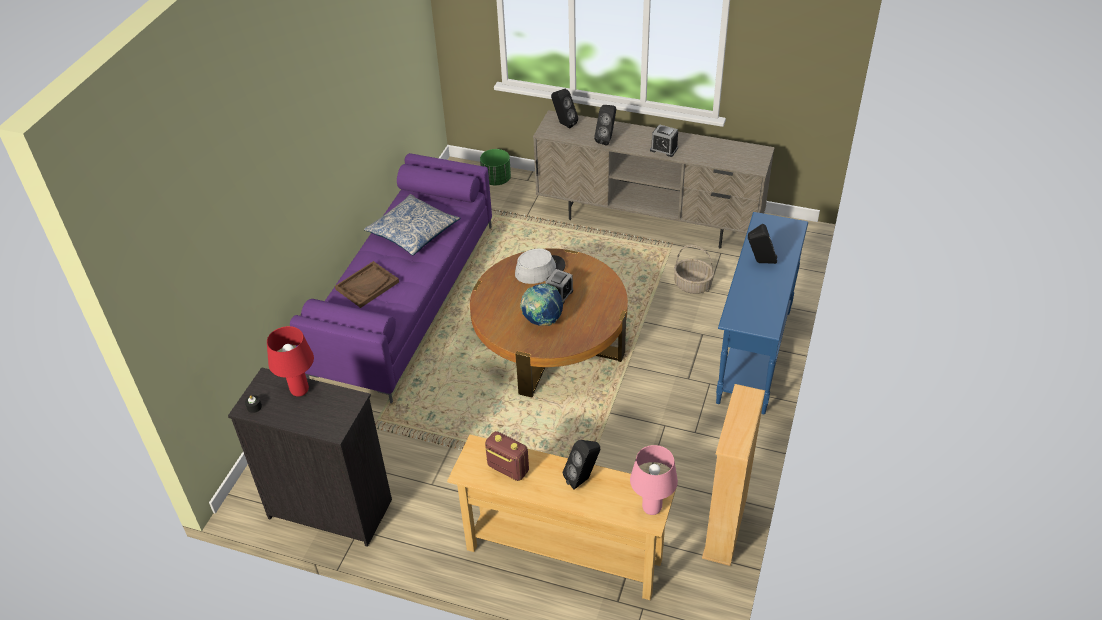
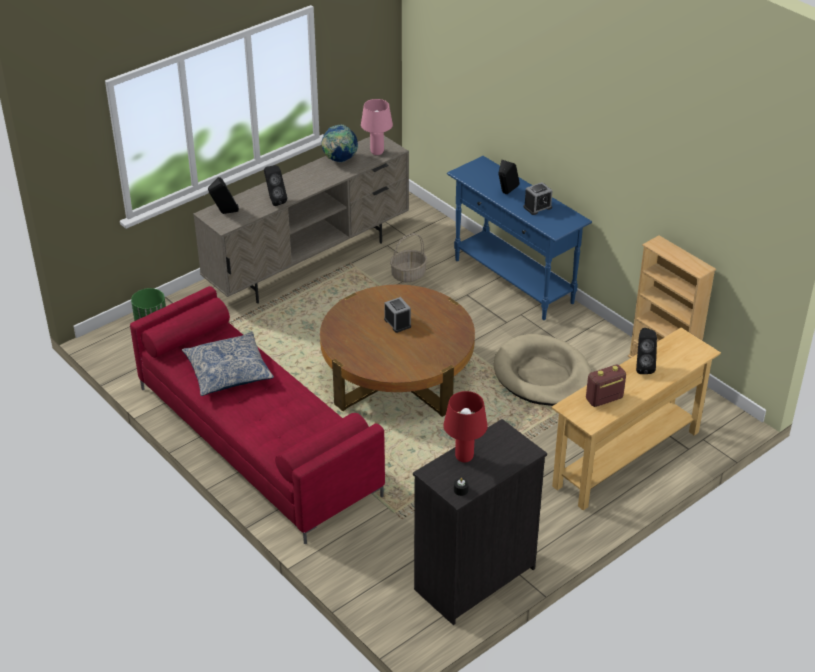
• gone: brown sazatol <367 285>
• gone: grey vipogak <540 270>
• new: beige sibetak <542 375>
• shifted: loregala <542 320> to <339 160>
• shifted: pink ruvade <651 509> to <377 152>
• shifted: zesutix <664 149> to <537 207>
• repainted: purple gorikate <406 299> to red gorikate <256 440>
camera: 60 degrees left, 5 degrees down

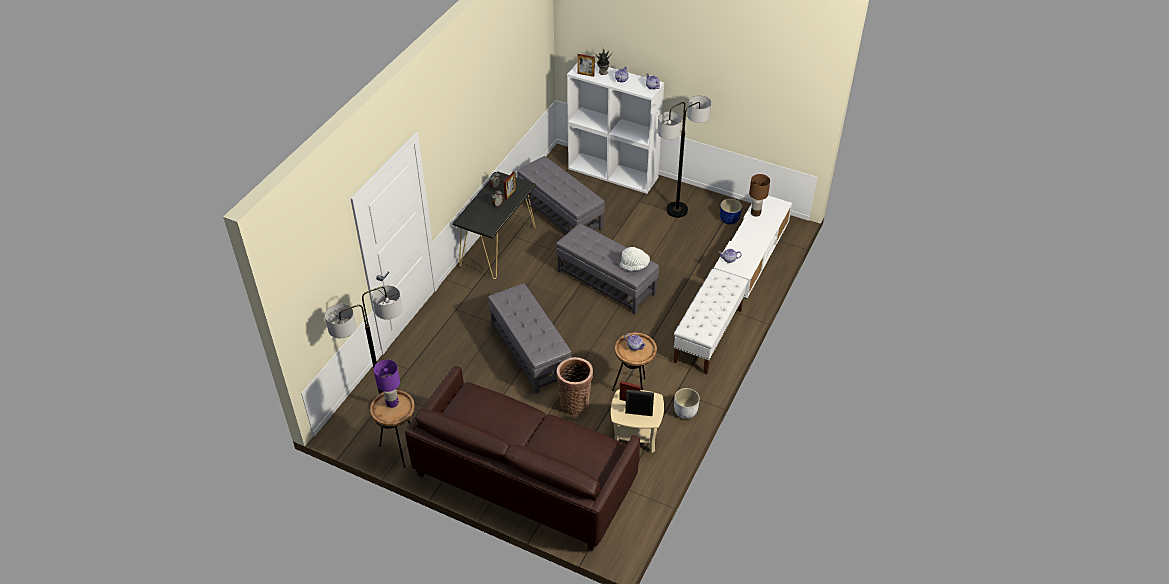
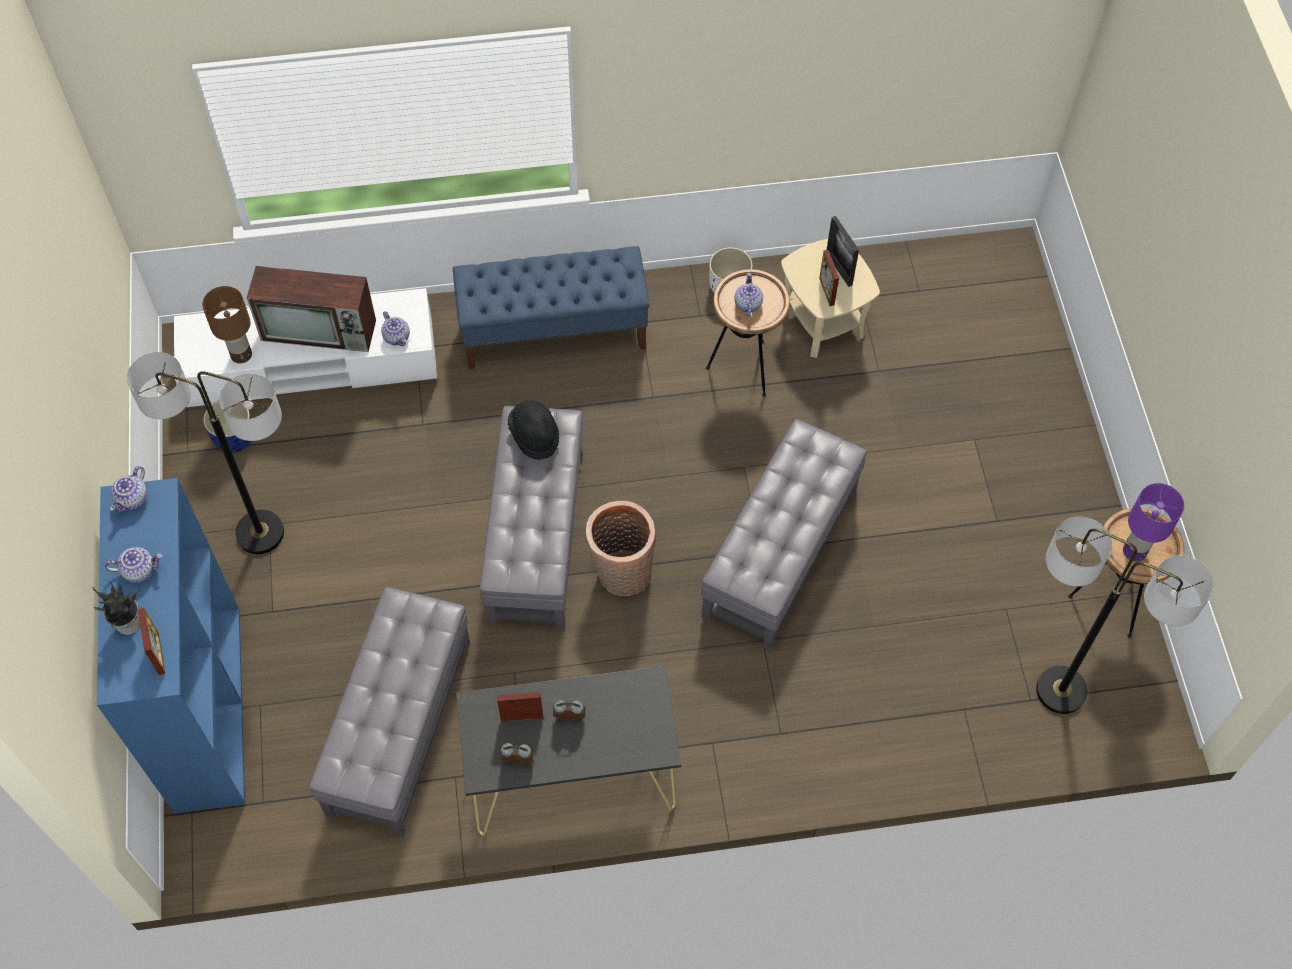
• gone: brown gorikate <524 477>
• new: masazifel <321 330>
• shifted: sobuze <575 403> to <621 575>
• repainted: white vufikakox <614 173> to blue vufikakox <206 707>
• repainted: white vipogak <635 265> to black vipogak <535 435>
• repainted: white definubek <708 336> to blue definubek <554 332>
camera: 125 degrees left, 15 degrees up

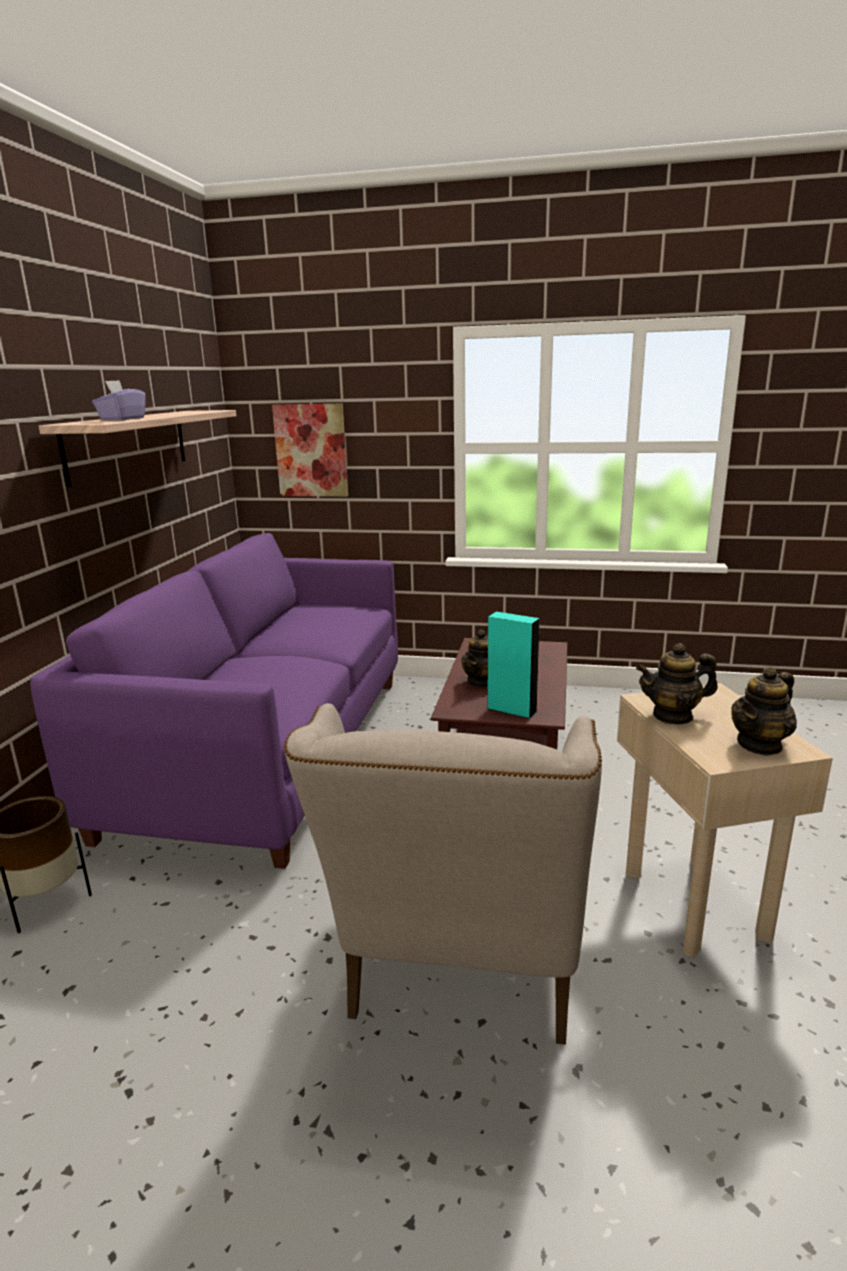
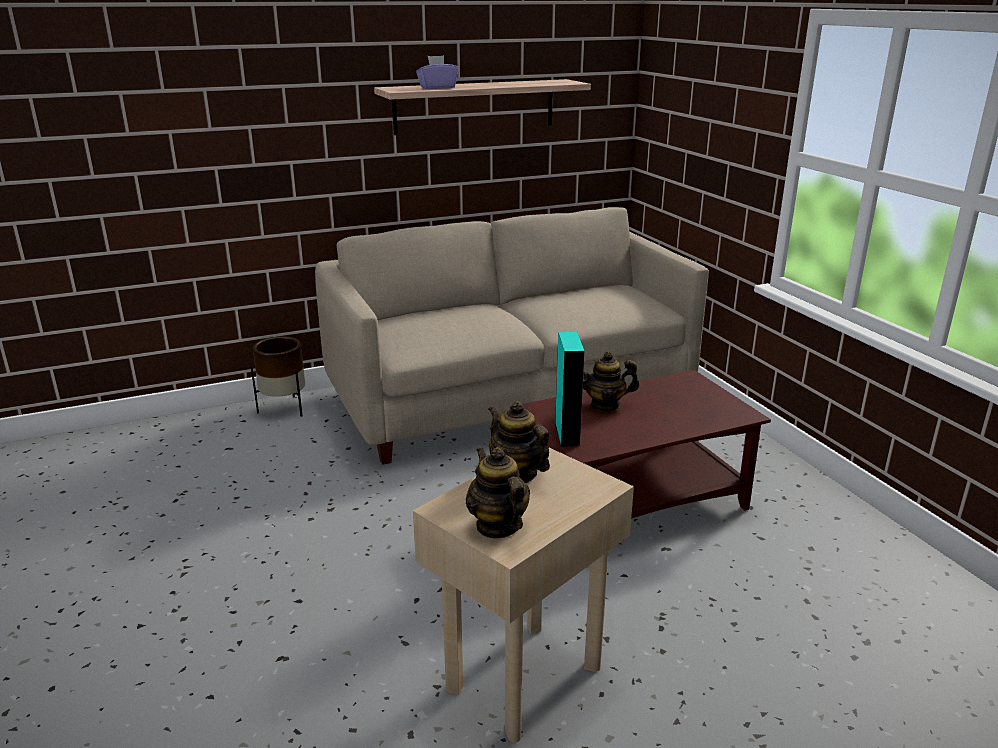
• gone: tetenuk <311 450>
• gone: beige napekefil <462 967>
• repainted: purple gorikate <268 750> to beige gorikate <510 396>
• rotated: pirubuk <760 745> = <497 526> 45 degrees clockwise
camera: 55 degrees right, 5 degrees up

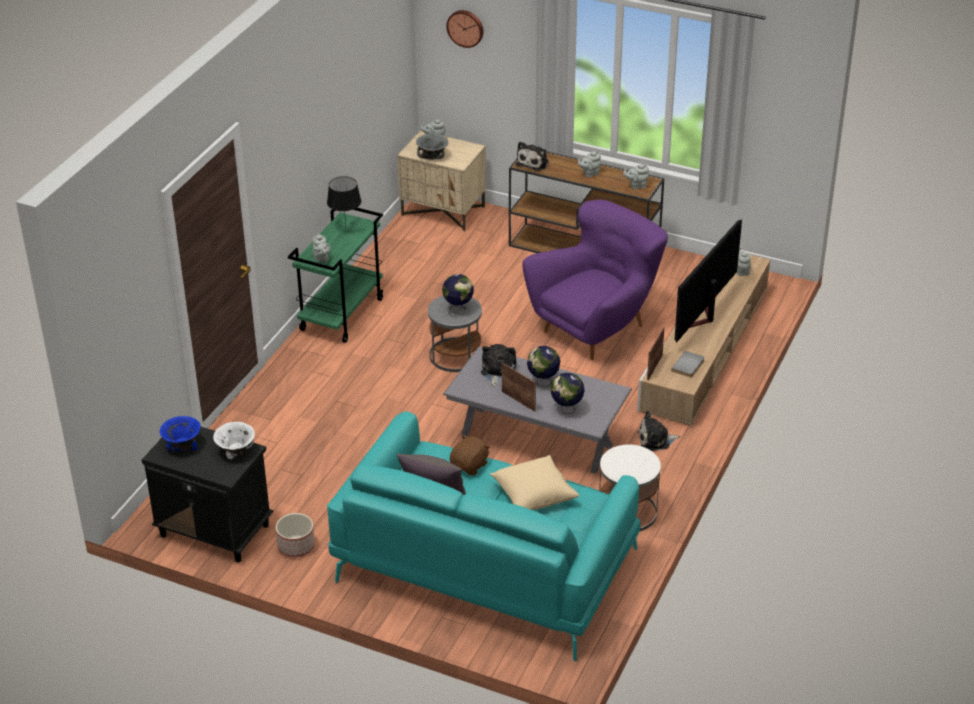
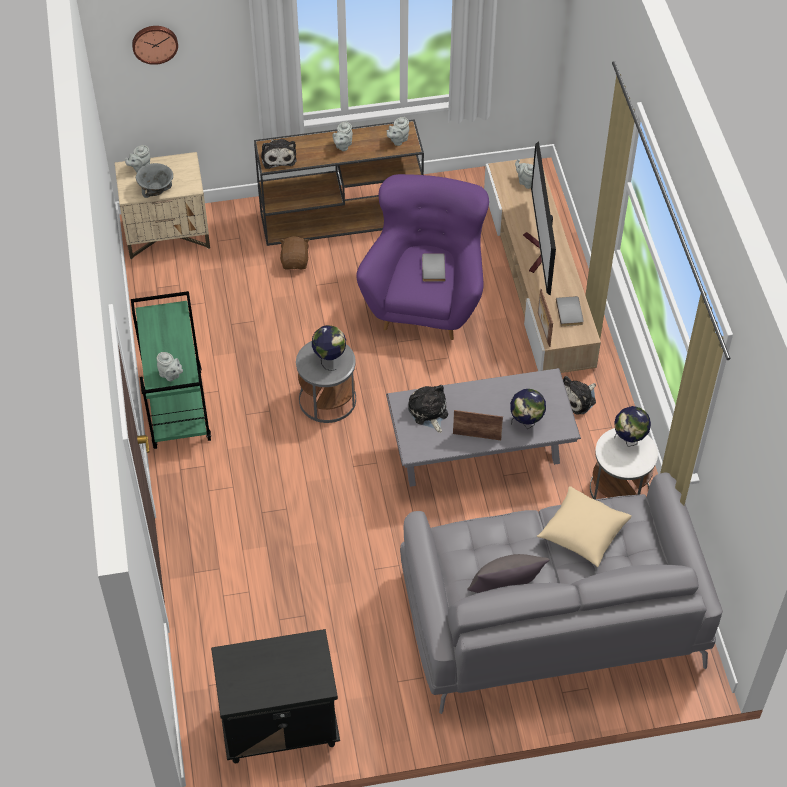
• gone: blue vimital <183 445>
• gone: white vimital <235 451>
• gone: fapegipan <295 546>
• gone: black ruvade <345 227>
• new: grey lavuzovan <432 268>
• shifted: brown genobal <470 465> to <295 261>
• shifted: loregala <543 382> to <629 440>
• repainted: turquoise gorikate <484 565> to grey gorikate <550 615>
camera: 35 degrees left, 15 degrees up

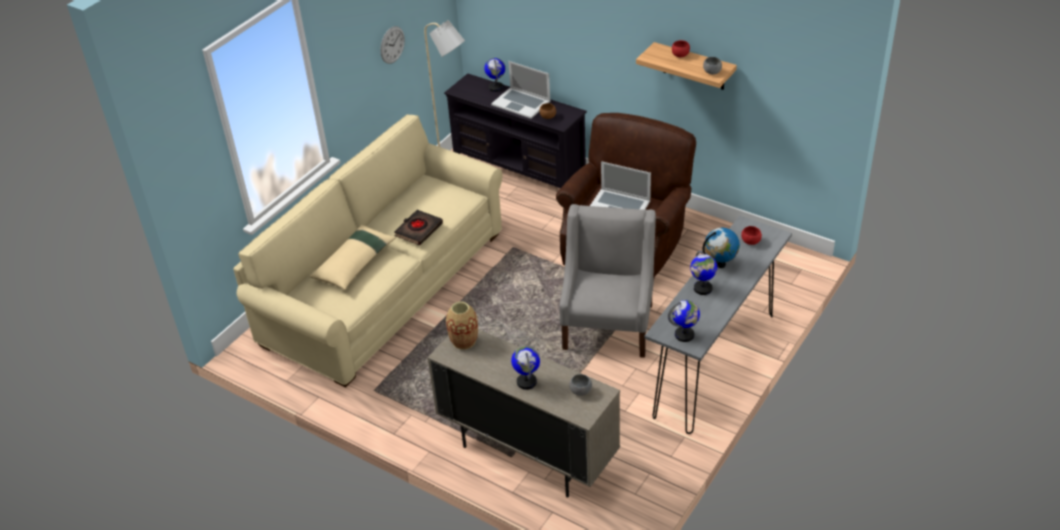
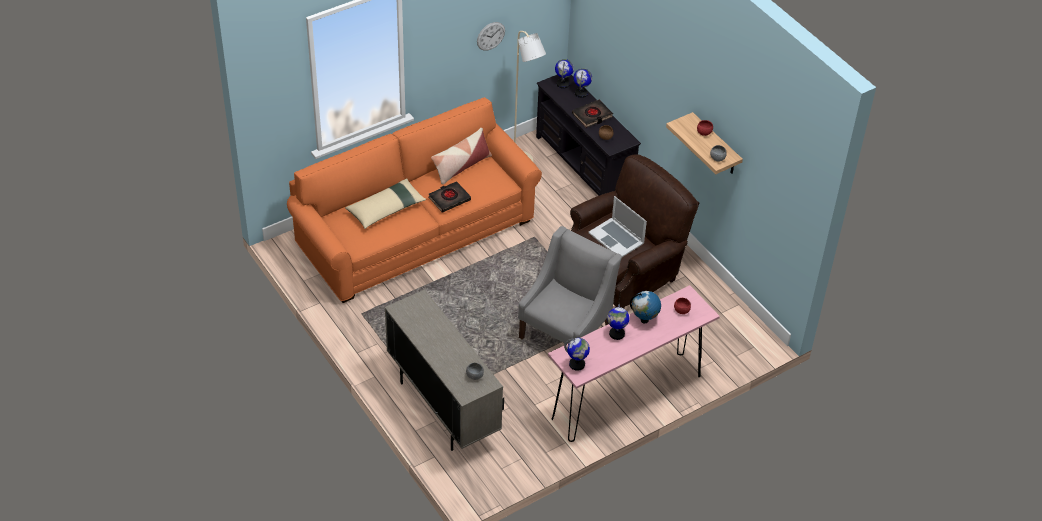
• gone: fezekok <464 341>
• new: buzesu <461 166>
• shifted: loregala <527 382> to <563 84>
• swapped: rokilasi <521 103> to black lavuzovan <592 116>
• repainted: beige gorikate <384 287> to orange gorikate <415 232>
• repainted: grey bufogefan <715 365> to pink bufogefan <627 397>
camera: 20 degrees right, 5 degrees up

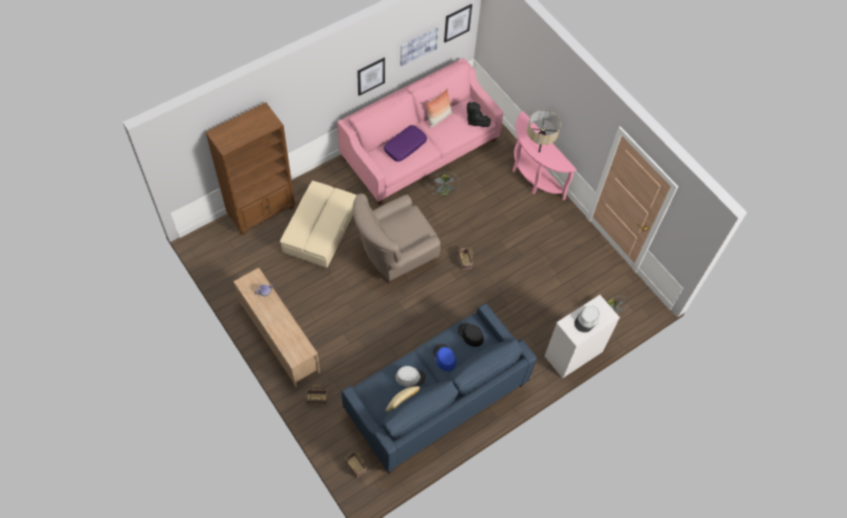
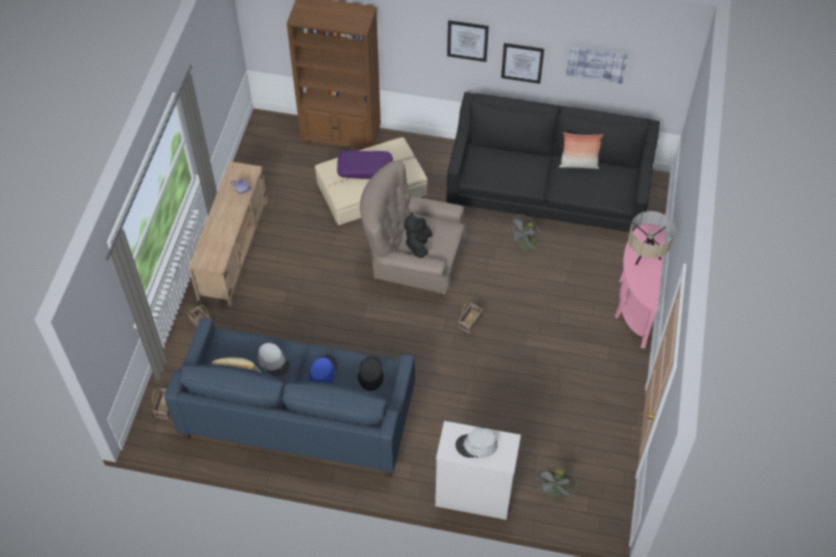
• shifted: purple buzesu <405 146> to <365 168>
• shifted: tetenuk <457 23> to <467 40>
• shifted: black genobal <475 121> to <418 244>
• repainted: pink gorikate <419 150> to black gorikate <547 192>
camera: 50 degrees right, 5 degrees down

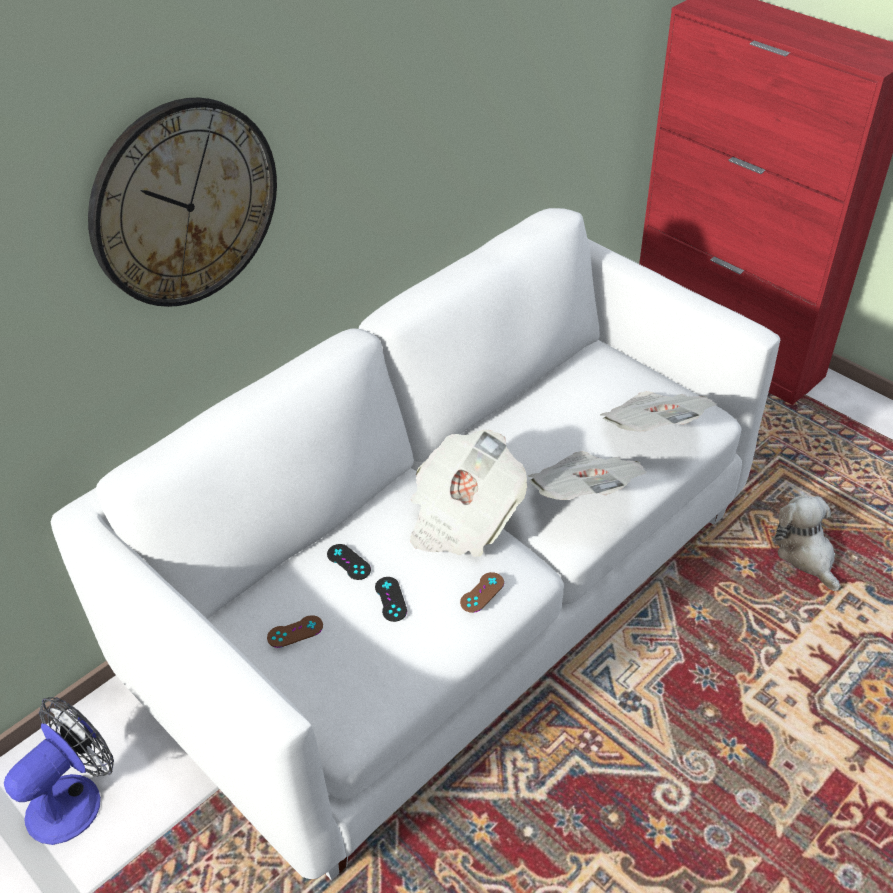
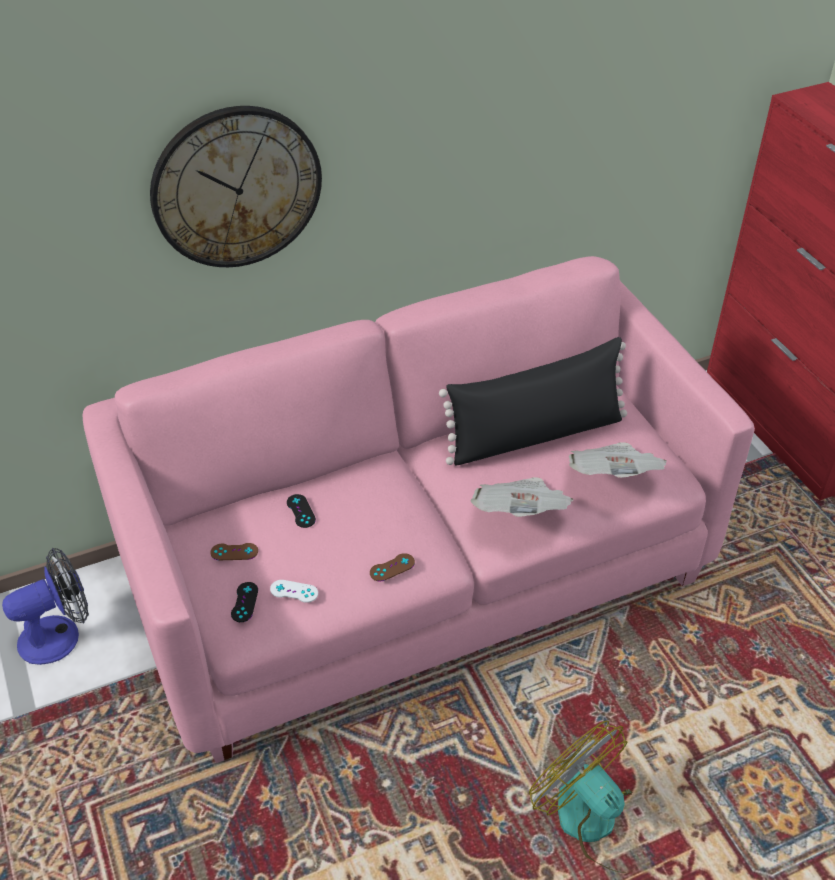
• gone: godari <462 517>
• gone: genobal <805 555>
• new: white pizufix <294 591>
• new: black buzesu <535 435>
• new: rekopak <599 820>
• shifted: black pizufix <390 599> to <244 602>
• repainted: white gorikate <451 594> to pink gorikate <419 573>
camera: 20 degrees right, 0 degrees up

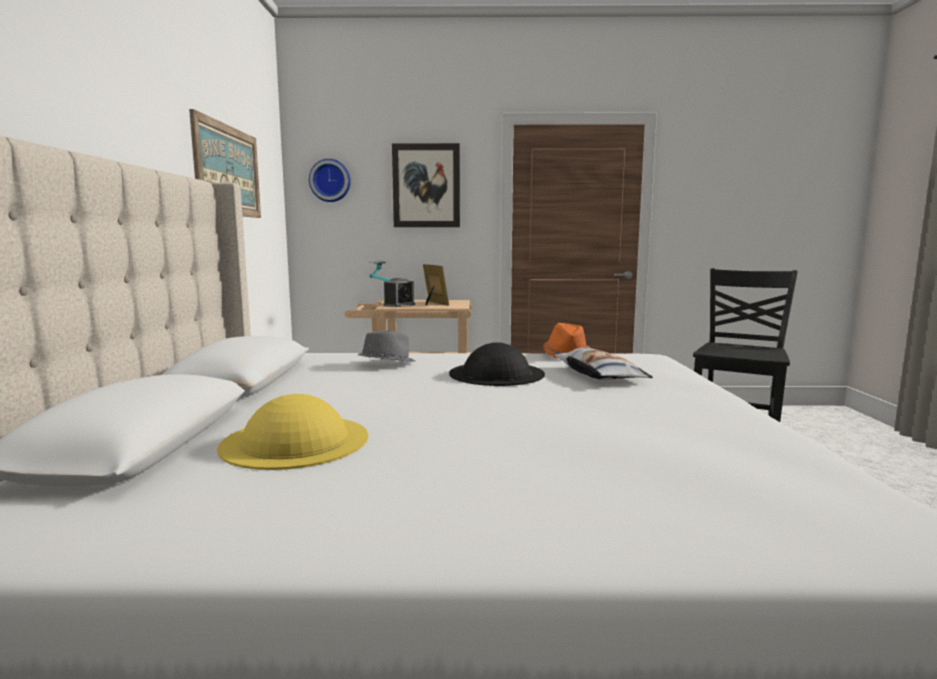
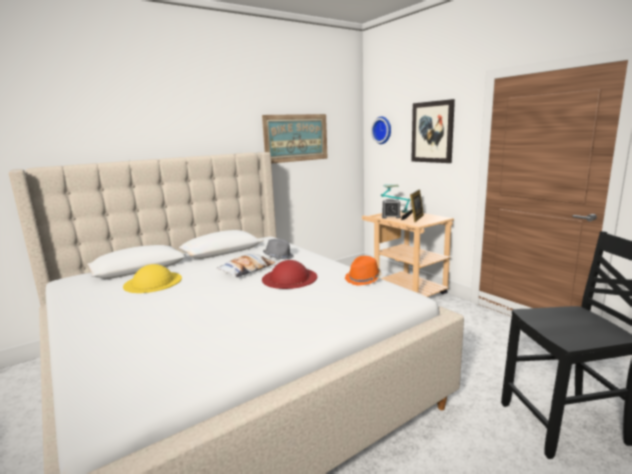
• shifted: buzesu <599 374> to <247 269>
• repainted: black vipogak <496 373> to red vipogak <289 278>
camera: 55 degrees right, 5 degrees up

